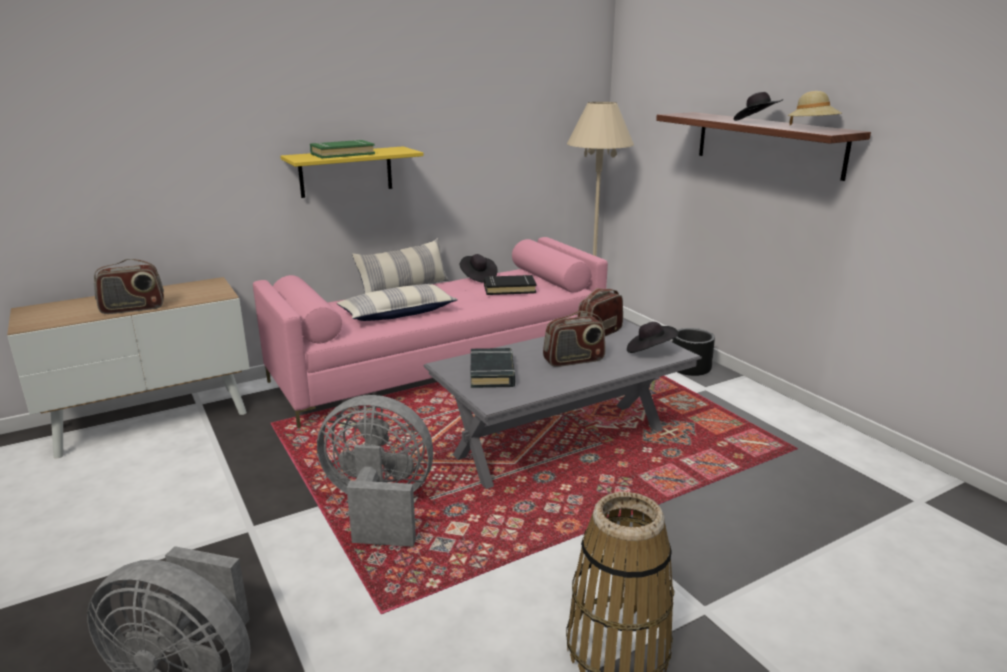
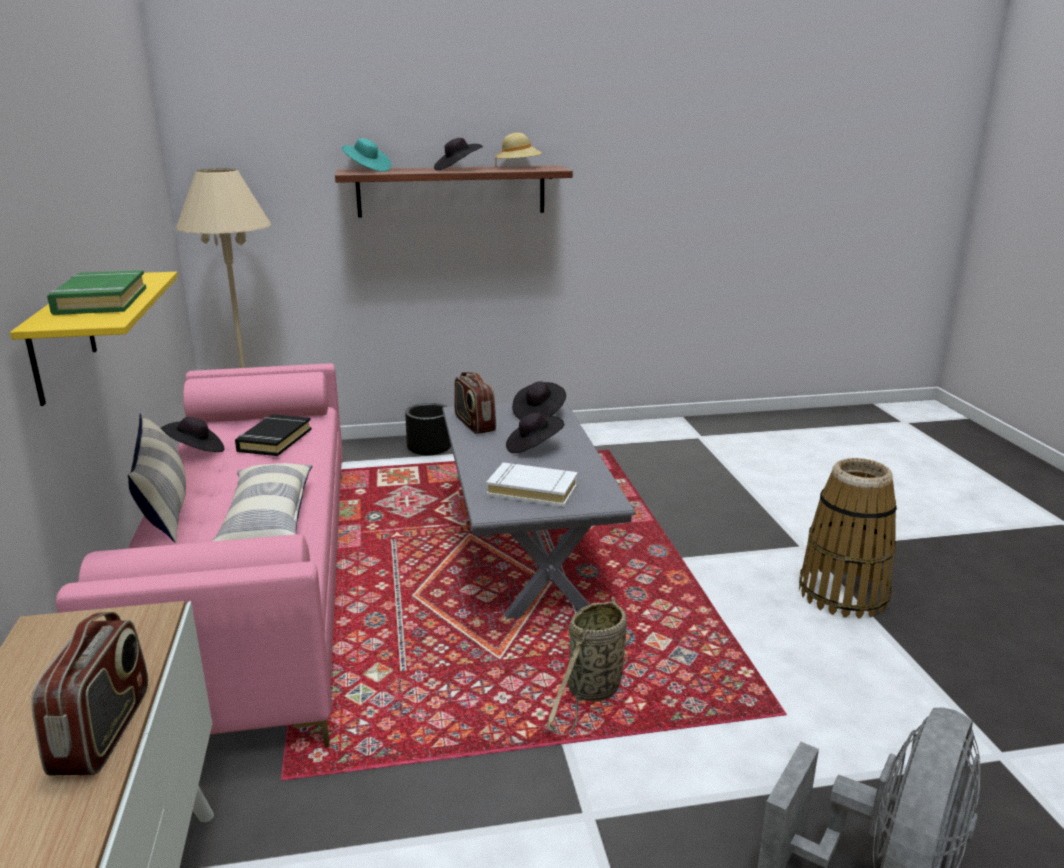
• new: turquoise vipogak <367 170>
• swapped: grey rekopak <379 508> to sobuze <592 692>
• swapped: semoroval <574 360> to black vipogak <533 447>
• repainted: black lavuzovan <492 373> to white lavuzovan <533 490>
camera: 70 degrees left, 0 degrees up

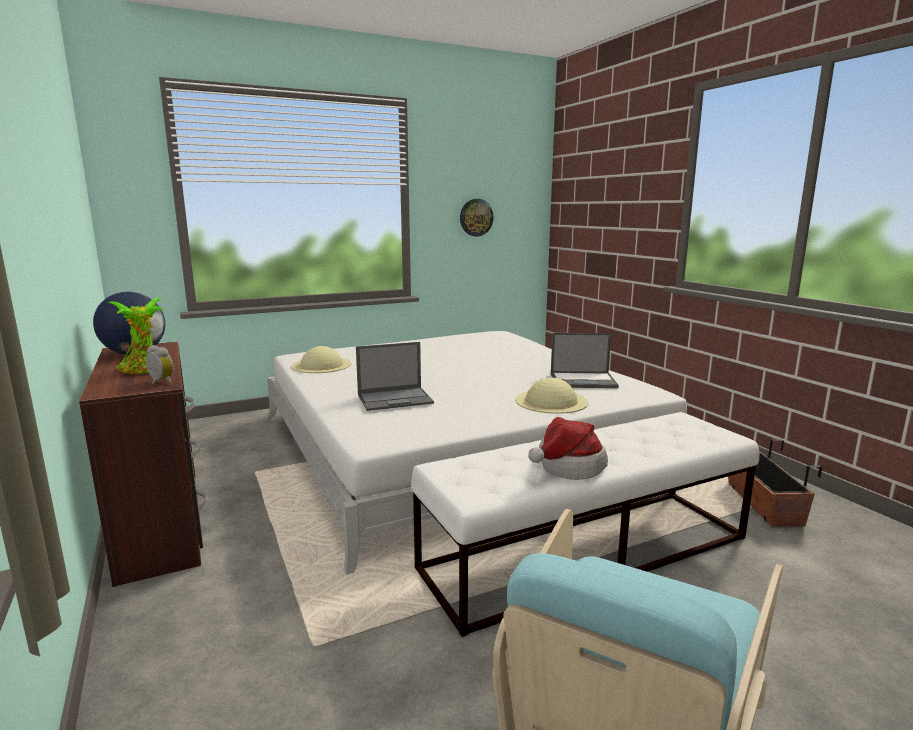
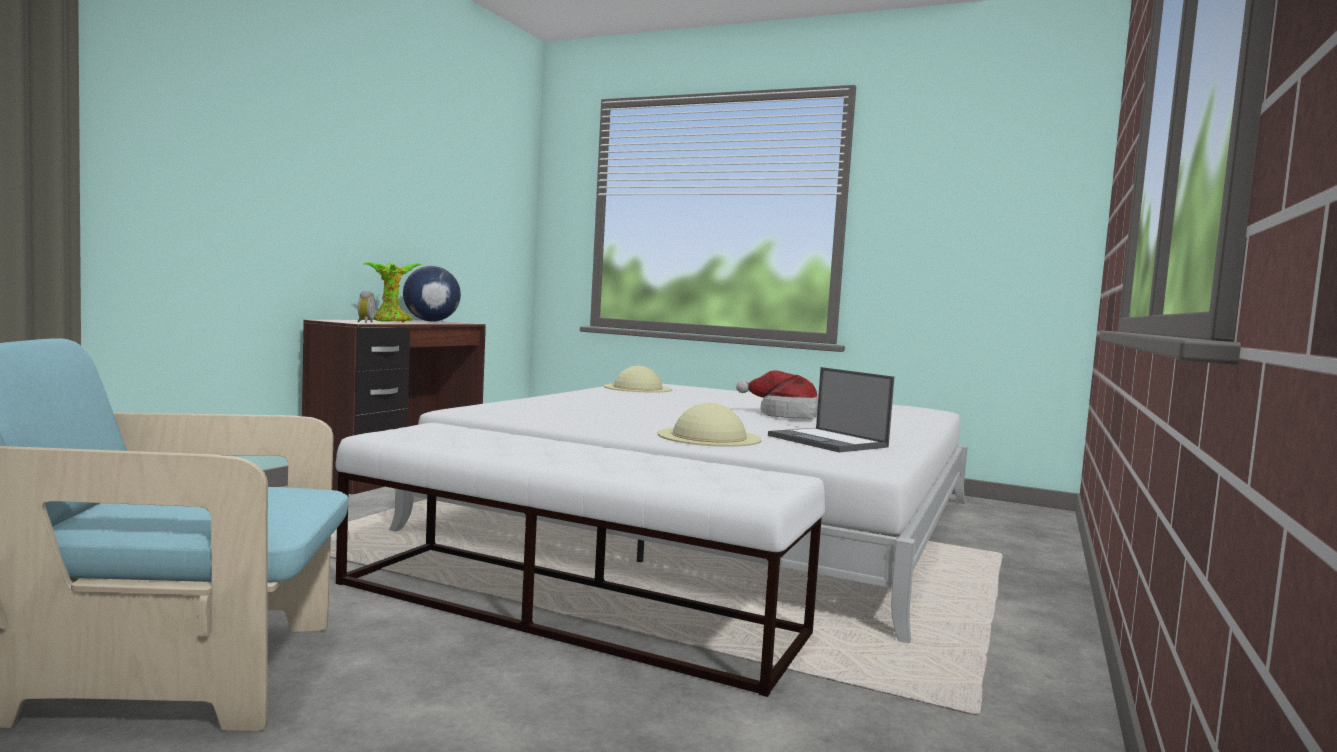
• gone: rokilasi <396 399>
• gone: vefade <476 217>
• gone: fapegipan <762 504>
• shifted: vipogak <566 467> to <785 415>
camera: 50 degrees right, 10 degrees down

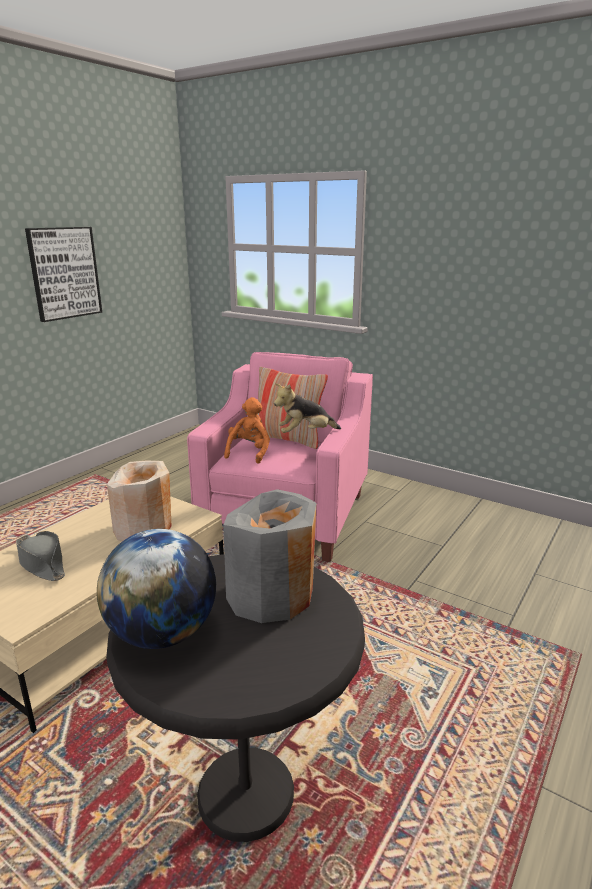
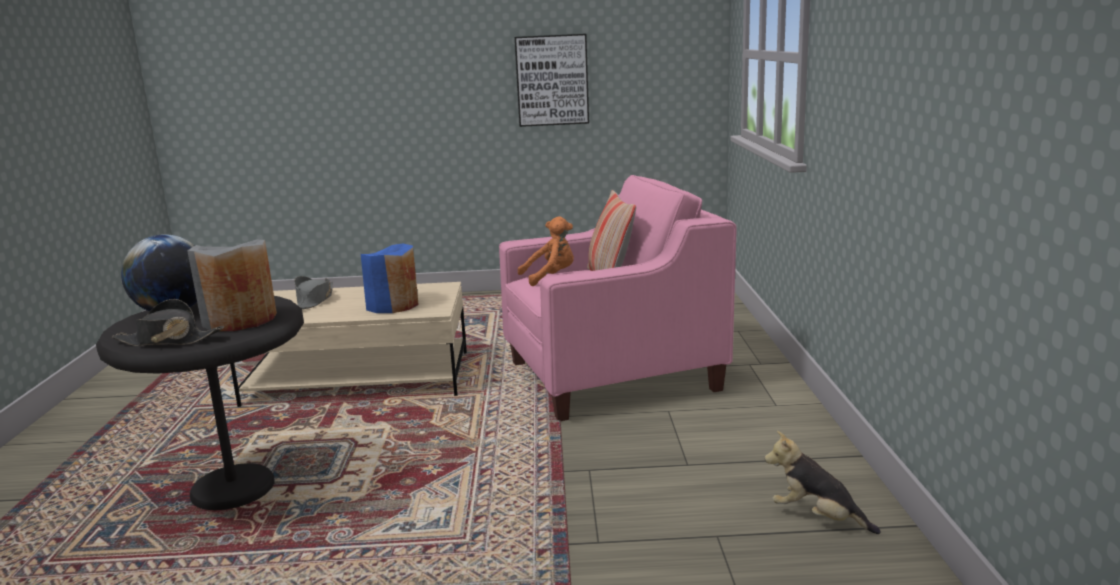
• new: black vipogak <169 340>
• shifted: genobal <305 434> to <817 517>
• repainted: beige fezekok <143 529> to blue fezekok <393 305>
camera: 55 degrees right, 5 degrees down

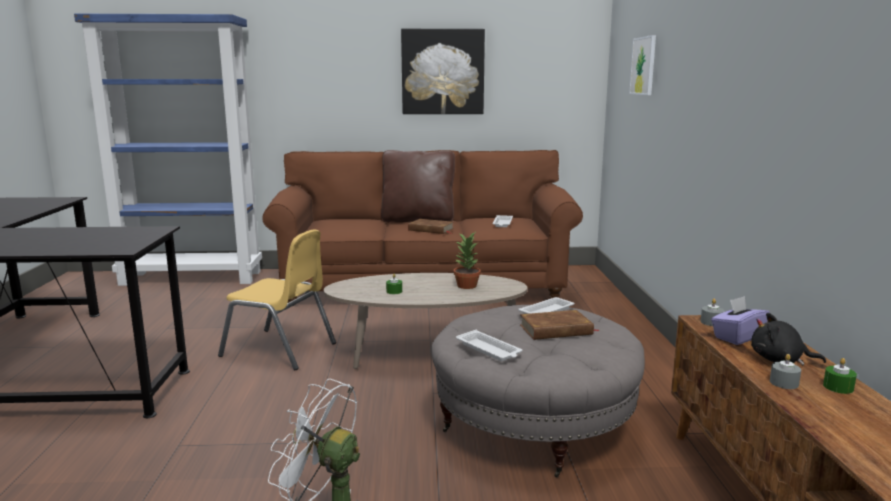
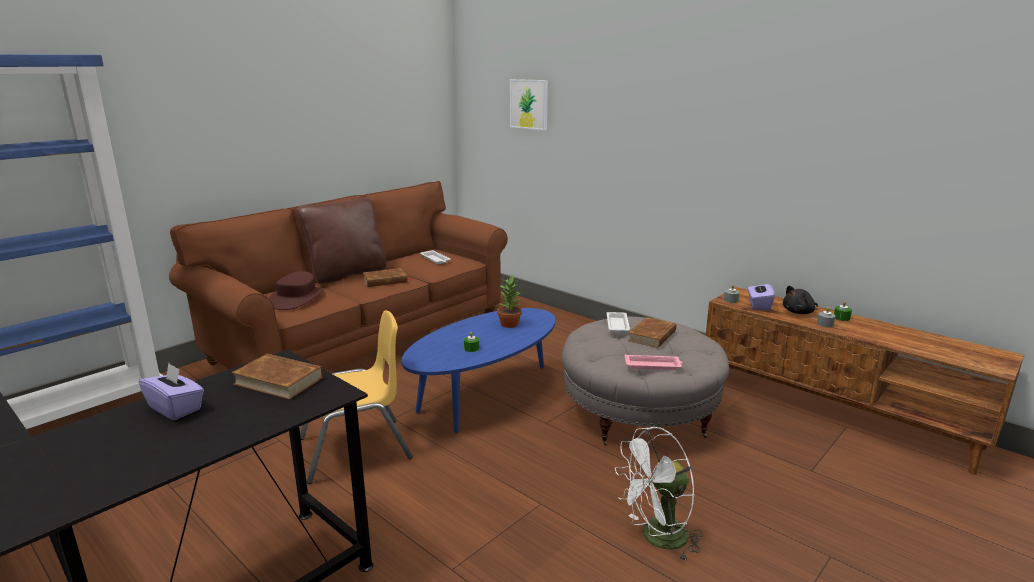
• gone: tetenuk <442 72>
• new: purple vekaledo <176 408>
• new: brown lavuzovan <279 381>
• new: brown vipogak <297 298>
• repainted: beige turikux <426 355> to blue turikux <485 397>
• repainted: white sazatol <489 350> to pink sazatol <653 365>
camera: 45 degrees left, 5 degrees up

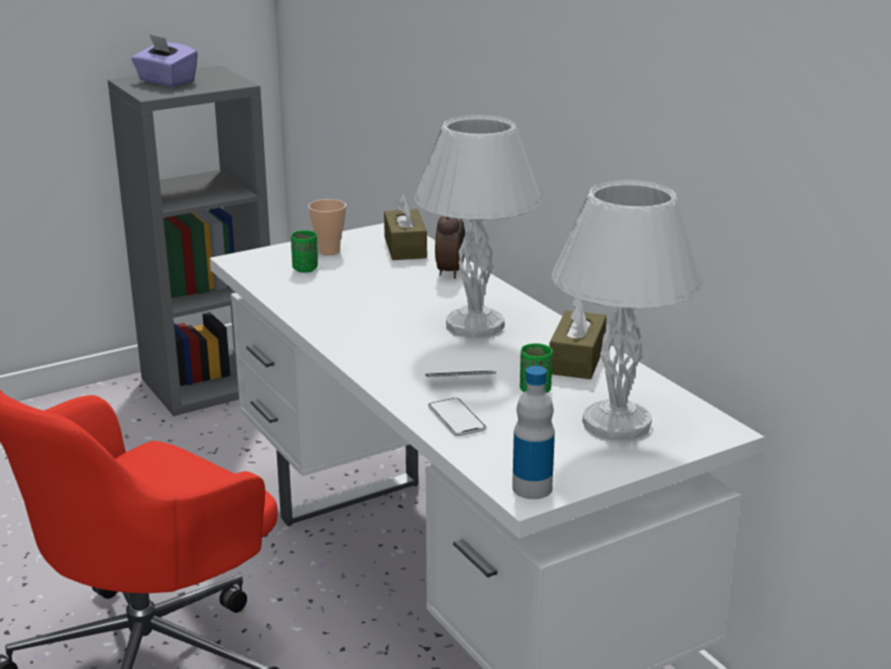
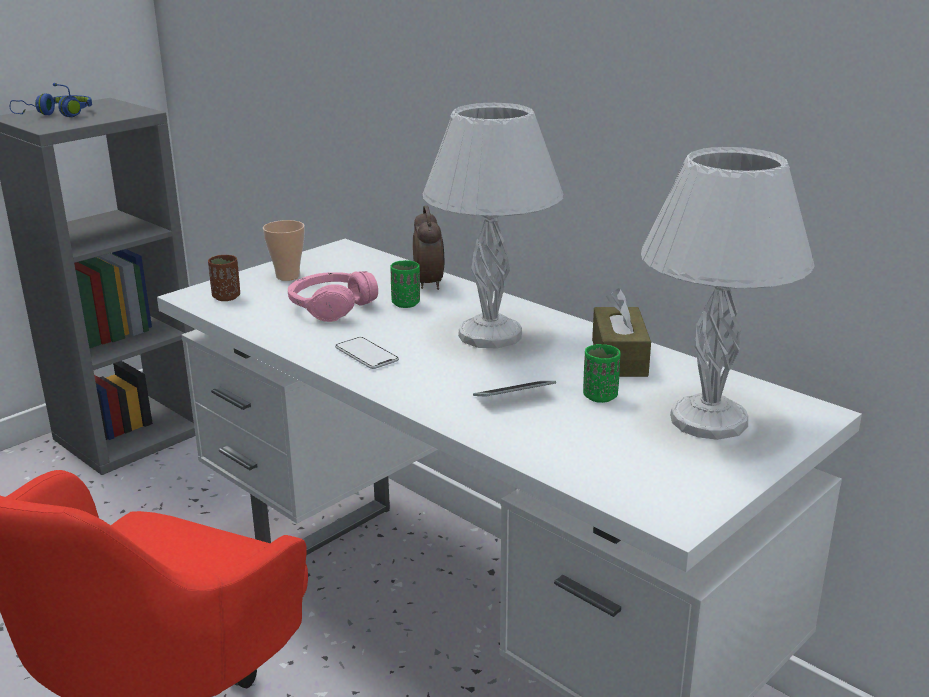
• gone: brown vekaledo <405 247>
• gone: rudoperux <532 488>
• new: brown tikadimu <226 297>
• new: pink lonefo <331 307>
• shifted: green tikadimu <305 269> to <406 304>
• shifted: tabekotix <456 418> to <366 354>
• swapped: purple vekaledo <166 82> to blue lonefo <58 115>
camera: 15 degrees left, 0 degrees up

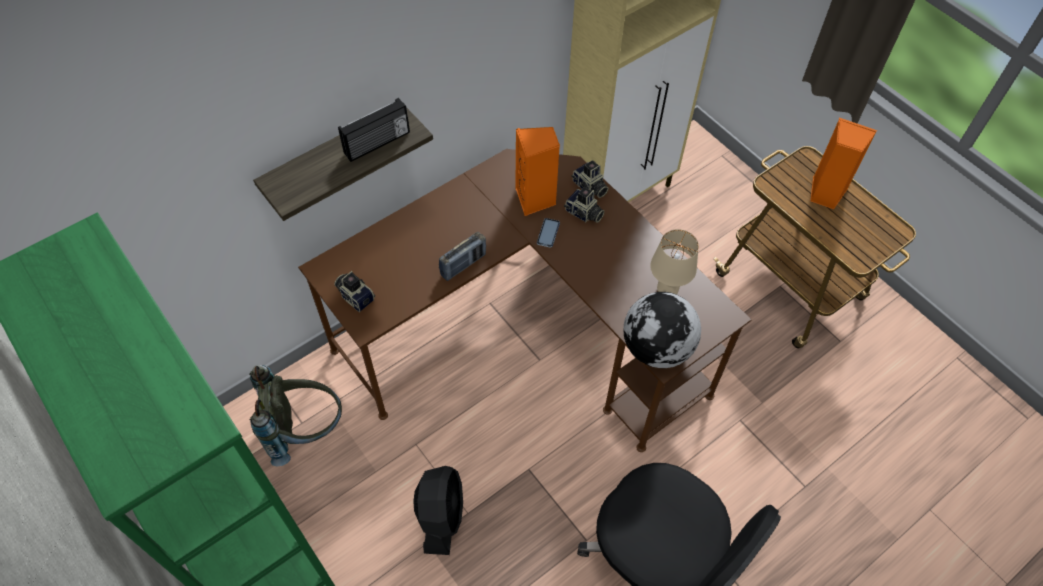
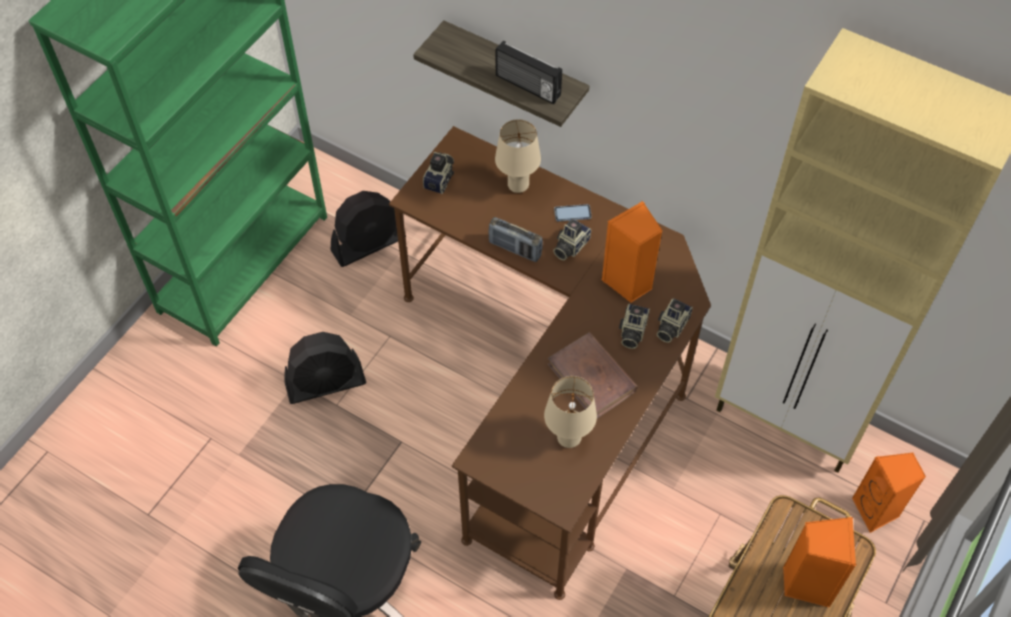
• gone: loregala <656 349>
• new: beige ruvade <518 186>
• new: brown lavuzovan <592 378>
• new: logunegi <570 246>
• new: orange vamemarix <876 511>
• shifted: tabekotix <548 233> to <572 213>
• swapped: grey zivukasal <305 430> to black rekopak <369 244>
camera: 70 degrees right, 0 degrees up

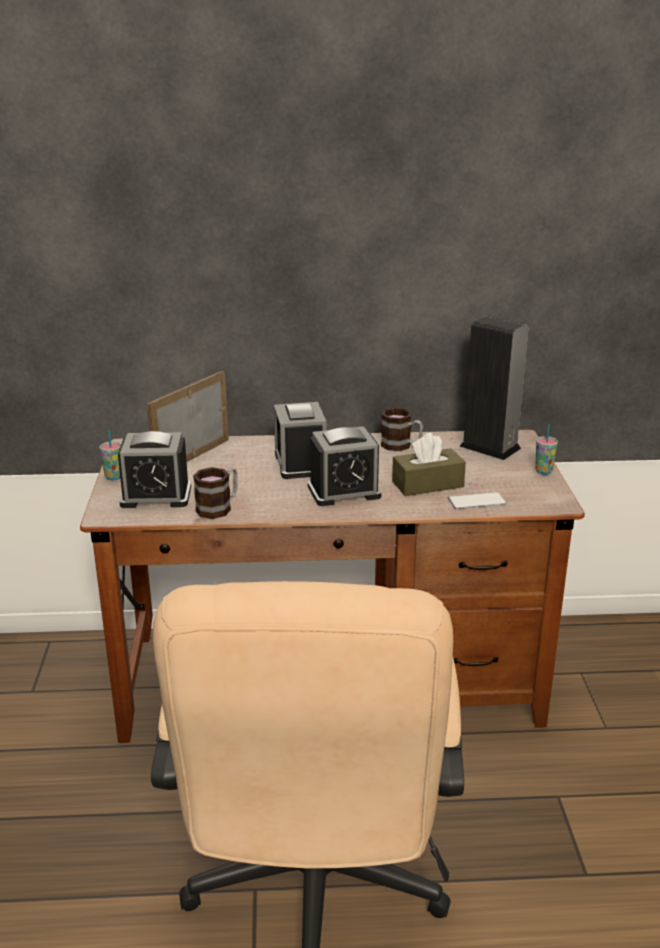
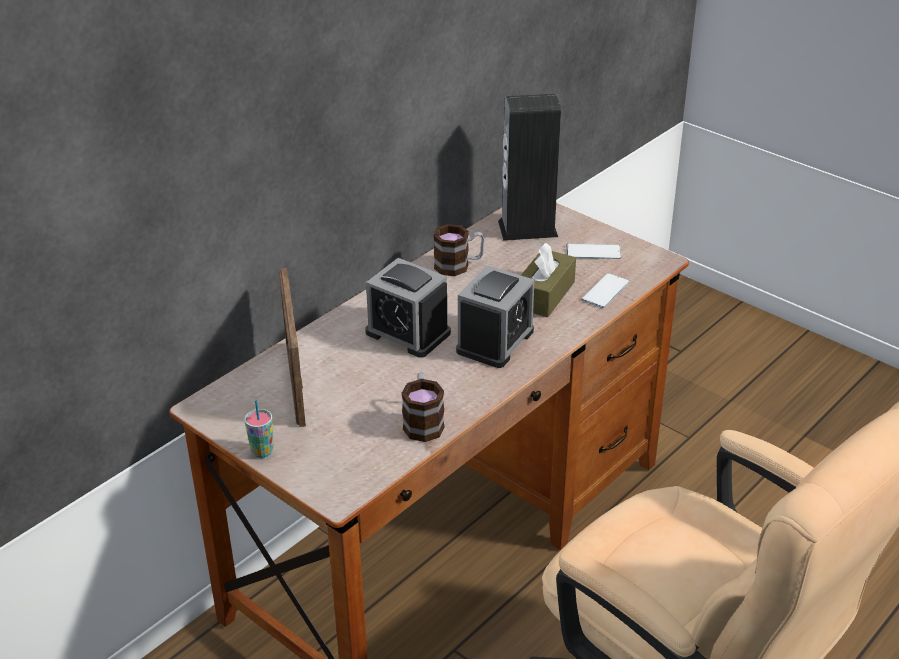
• gone: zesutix <156 496>
• gone: tikadimu <543 471>
• new: tabekotix <593 252>
camera: 45 degrees left, 10 degrees up

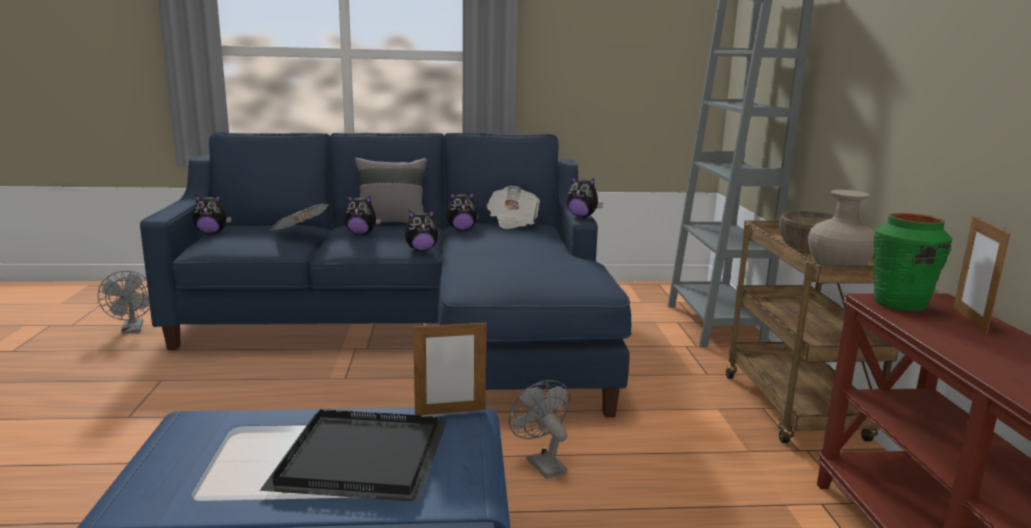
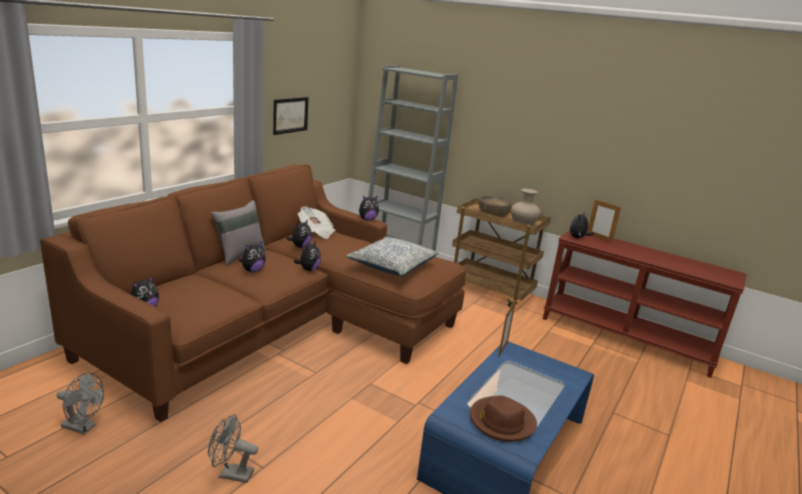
• gone: black sazatol <358 460>
• gone: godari <300 232>
• new: tetenuk <290 115>
• new: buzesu <392 265>
• new: brown vipogak <501 421>
• shifted: grey rekopak <541 463> to <231 474>
• swapped: green fezekok <899 305> to genobal <578 238>
• repainted: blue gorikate <412 329> to brown gorikate <278 326>
camera: 55 degrees left, 5 degrees up

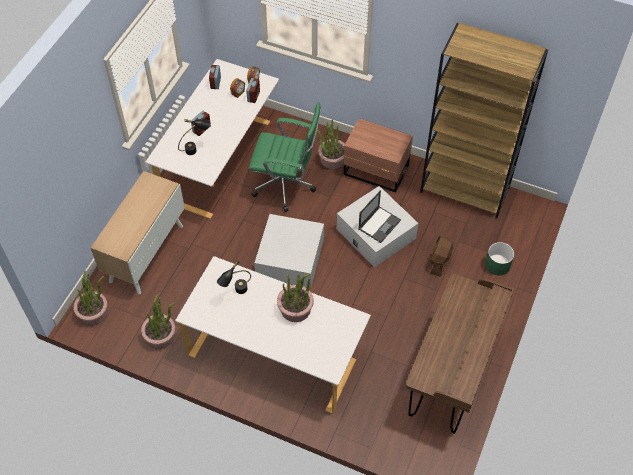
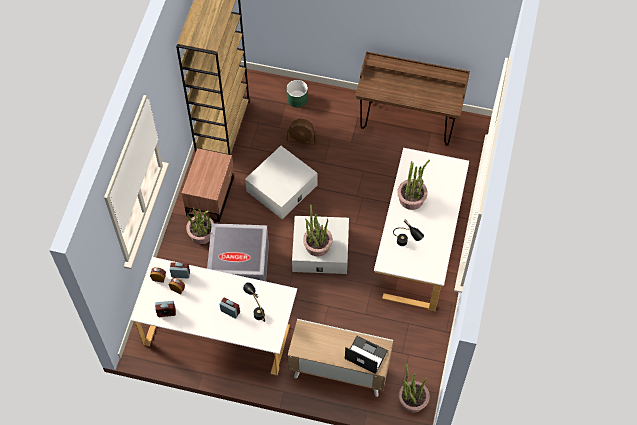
• shifted: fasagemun <160 336> to <317 245>
• shifted: rokilasi <379 224> to <365 354>
• swapped: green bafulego <286 186> to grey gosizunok <240 267>
camera: 100 degrees left, 5 degrees up

